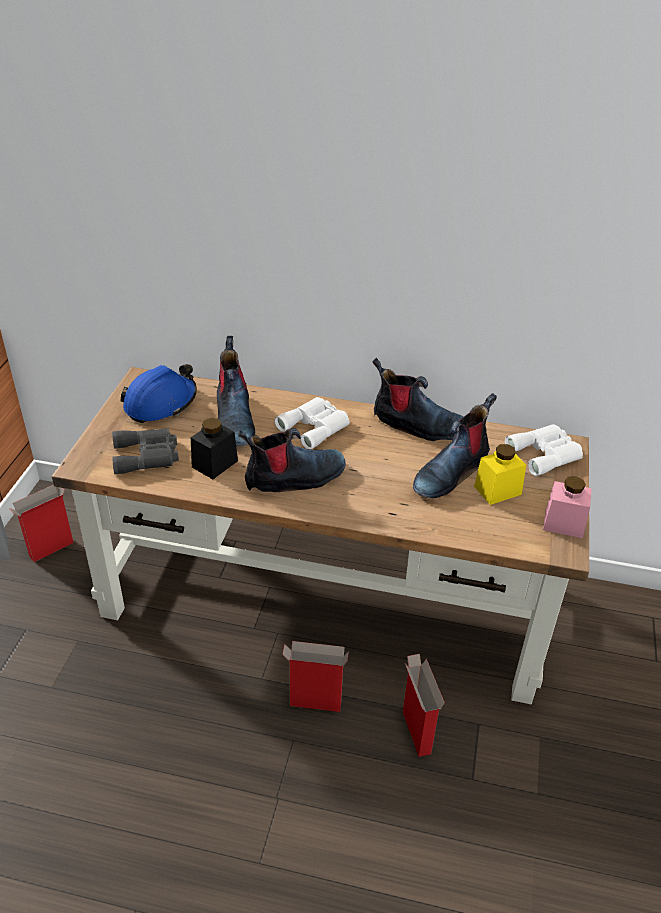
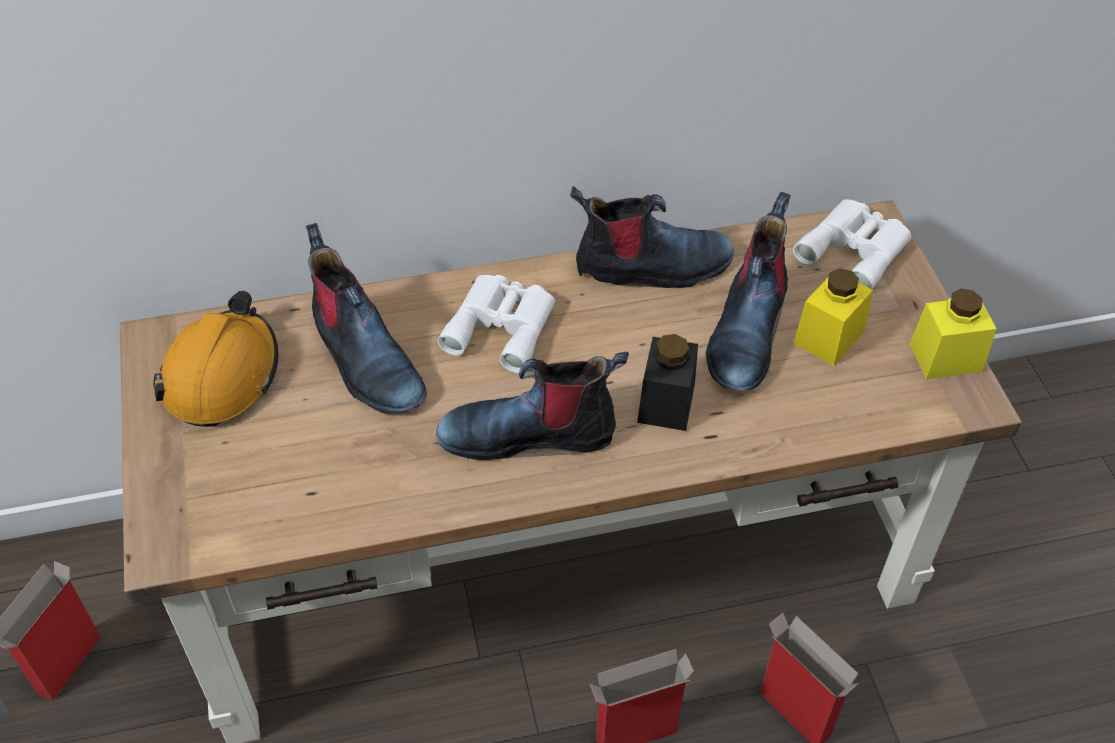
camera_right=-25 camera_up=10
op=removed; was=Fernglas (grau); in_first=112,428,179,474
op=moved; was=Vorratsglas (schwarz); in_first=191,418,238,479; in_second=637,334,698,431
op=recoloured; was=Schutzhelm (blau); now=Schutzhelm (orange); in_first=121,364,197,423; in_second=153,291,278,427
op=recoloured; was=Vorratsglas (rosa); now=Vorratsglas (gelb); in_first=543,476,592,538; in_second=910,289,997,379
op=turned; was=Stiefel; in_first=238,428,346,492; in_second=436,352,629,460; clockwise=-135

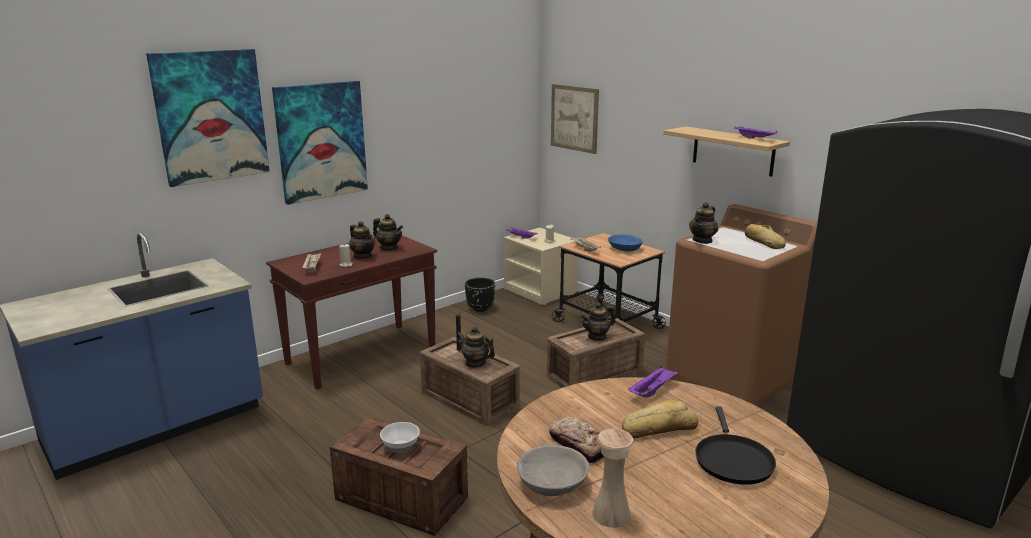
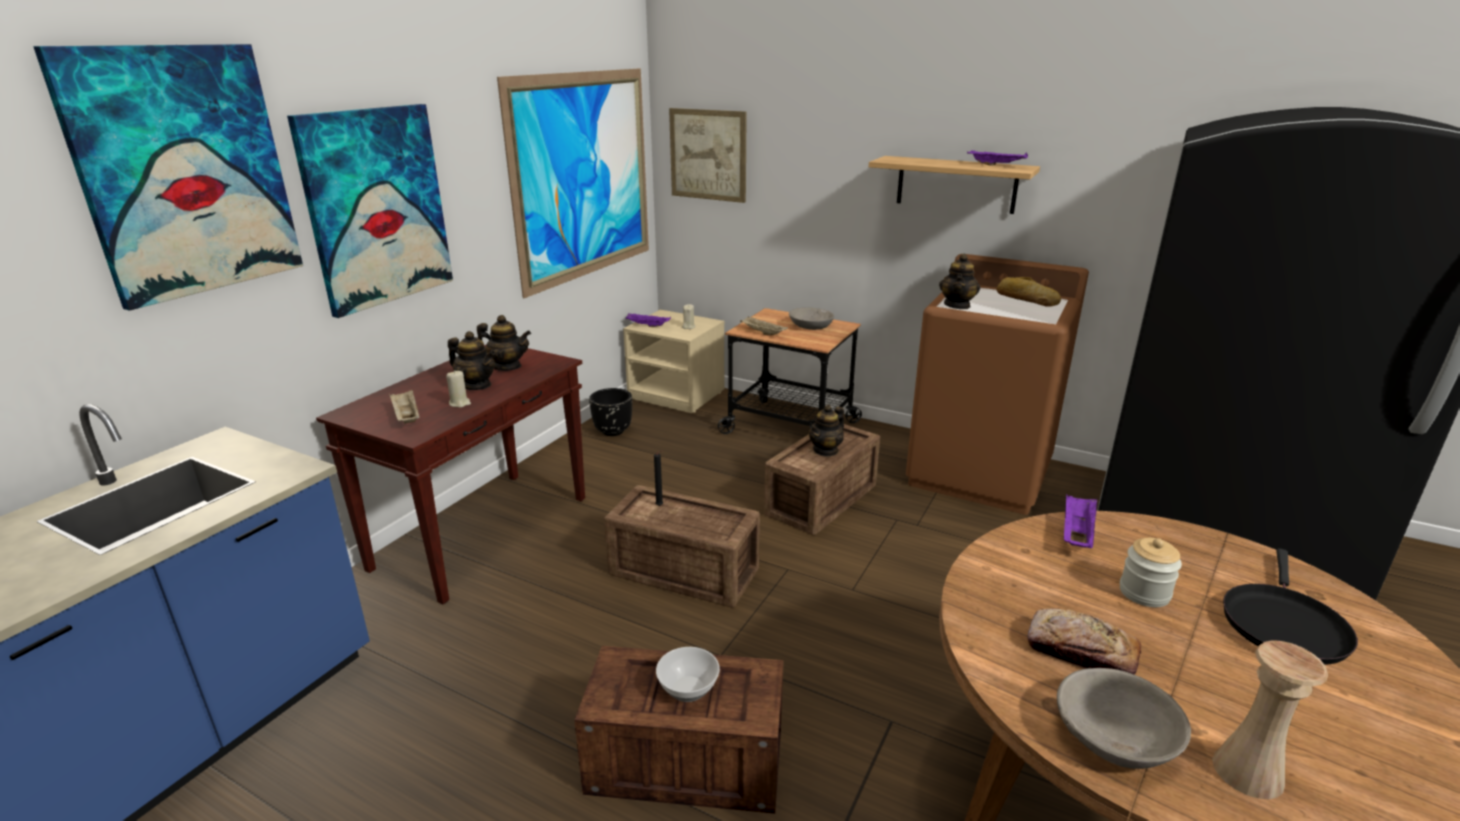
camera_right=-20 camera_up=5
op=removed; was=Teekanne; in_first=457,326,495,368
op=added; now=Bild; in_second=497,68,649,298
op=replaced; was=Brot; now=Vorratsglas; in_first=622,400,698,438; in_second=1120,538,1182,607
op=recoloured; was=Schüssel (blau); now=Schüssel (grau); in_first=608,234,643,252; in_second=789,307,834,330
op=turned; was=Pfanne (schwarz); in_first=695,406,776,485; in_second=1223,548,1358,665; clockwise=45

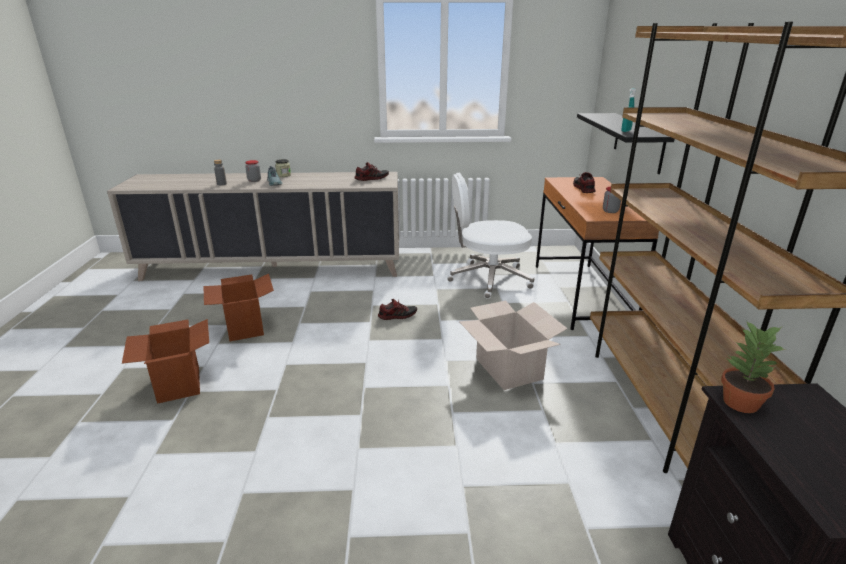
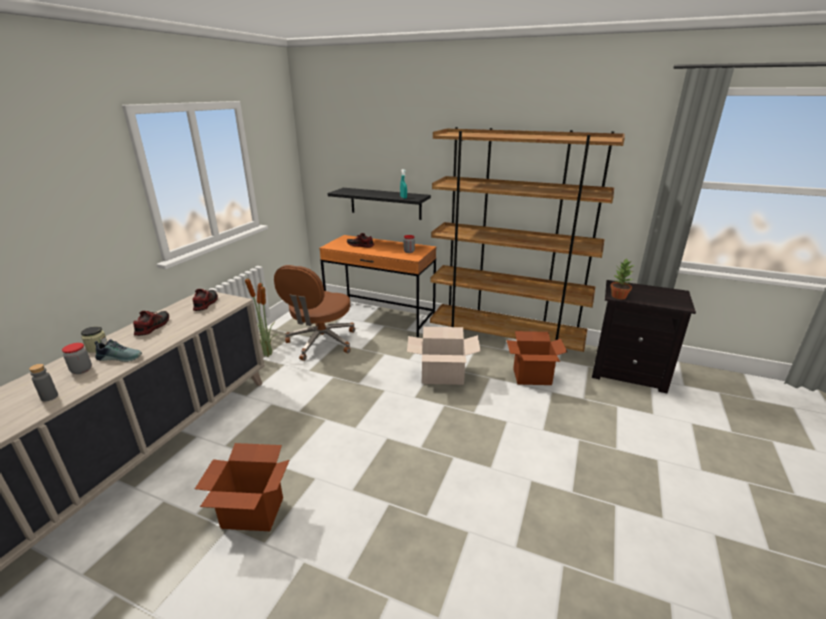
camera_right=-65 camera_up=0
op=added; now=Topfpflanze; in_second=245,275,278,357
op=moved; was=Karton; in_first=122,319,209,404; in_second=506,331,567,385
op=moved; was=Schuh; in_first=378,299,417,320; in_second=133,311,169,336
op=recoloured; was=Bürostuhl (weiß); now=Bürostuhl (braun); in_first=447,173,534,299; in_second=274,265,355,361

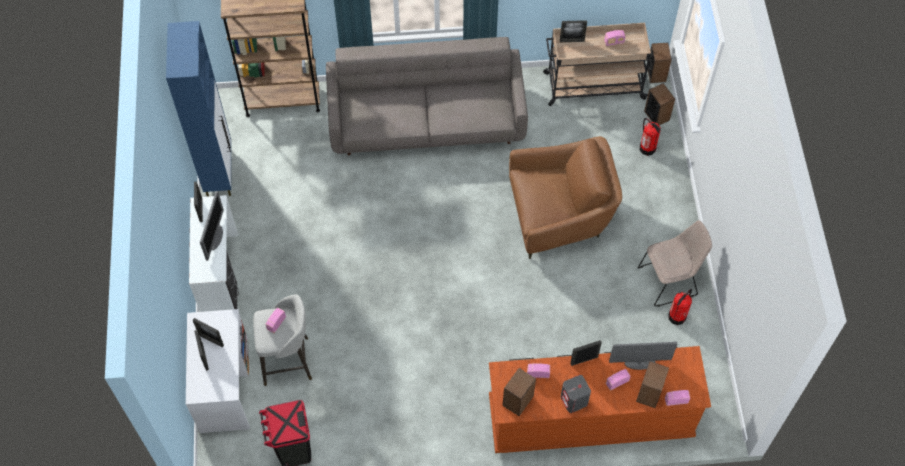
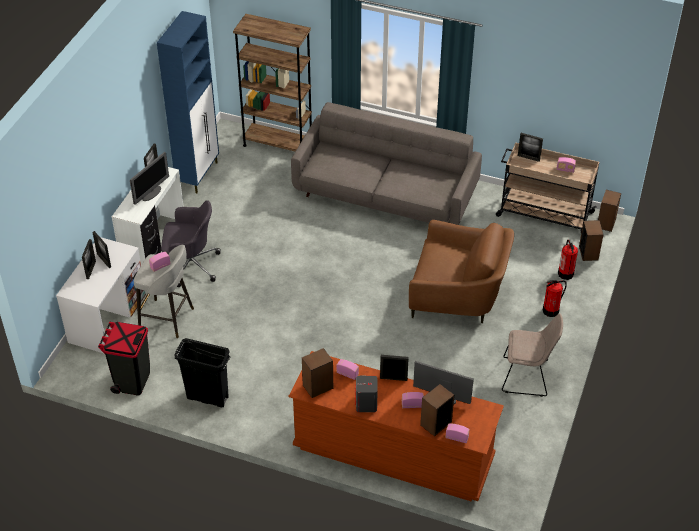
camera_right=25 camera_up=-15
op=added; now=Bürostuhl (grau); in_second=161,200,221,287
op=added; now=Mülleimer (schwarz); in_second=174,338,230,408
op=moved; was=Feuerlöscher; in_first=669,289,692,325; in_second=543,280,567,317

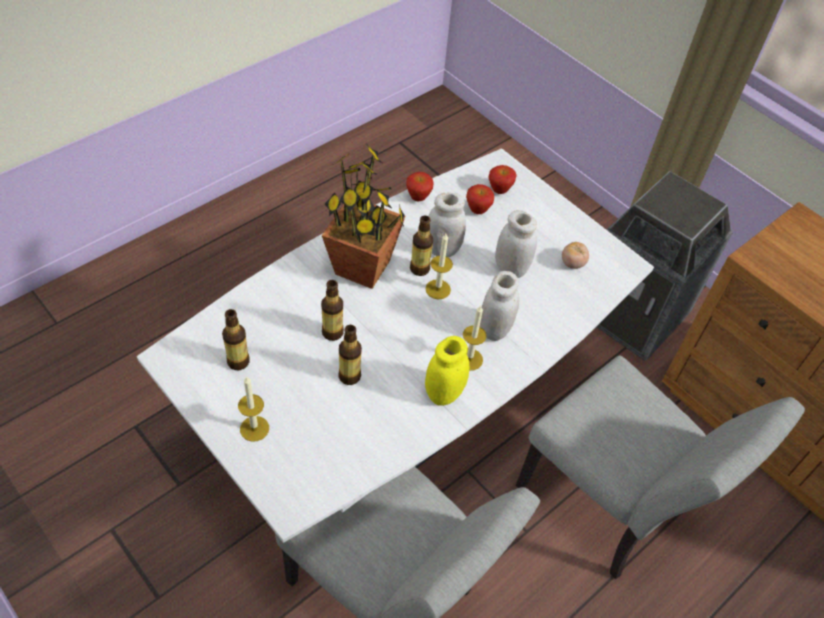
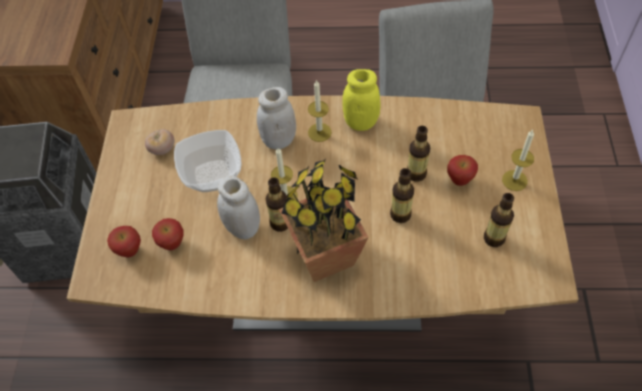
camera_right=-130 camera_up=5
op=moved; was=Apfel; in_first=406,172,433,201; in_second=447,155,478,186
op=replaced; was=Vorratsglas (weiß); now=Schüssel; in_first=495,210,537,278; in_second=174,130,242,192
op=recoloured; was=Esstisch (weiß); now=Esstisch (braun); in_first=137,148,654,543; in_second=67,95,579,331

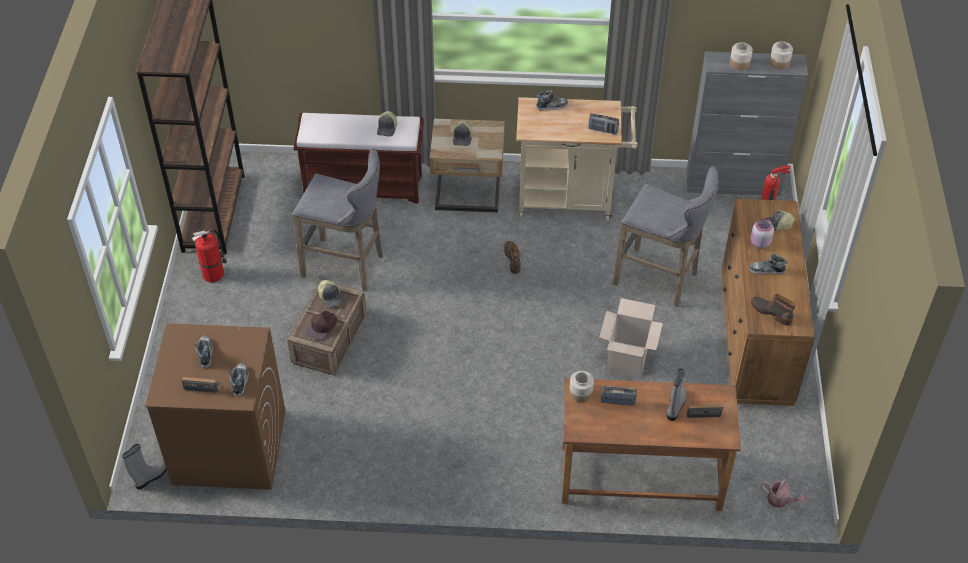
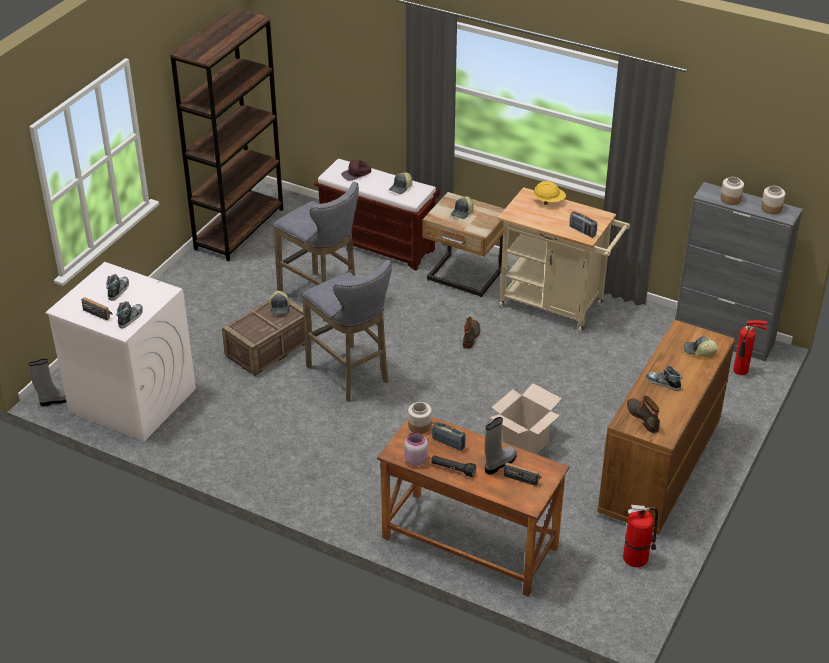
camera_right=25 camera_up=-10
op=removed; was=Gießkanne; in_first=761,479,807,508
op=added; now=Taschenlampe (schwarz); in_second=431,455,476,477
op=moved; was=Feuerlöscher; in_first=192,229,227,282; in_second=623,505,658,567
op=moved; was=Kappe (braun); in_first=306,311,337,340; in_second=341,160,371,181
op=moved; was=Hocker (grau); in_first=613,166,719,307; in_second=302,260,392,402
op=moved; was=Vorratsglas (rosa); in_first=751,219,774,249; in_second=404,432,428,466
op=replaced; was=Schuh; now=Schutzhelm (gelb); in_first=536,89,568,111; in_second=533,181,566,205
op=recoloured; was=Waschmaschine (braun); now=Waschmaschine (weiß); in_first=145,323,285,490; in_second=45,262,196,441

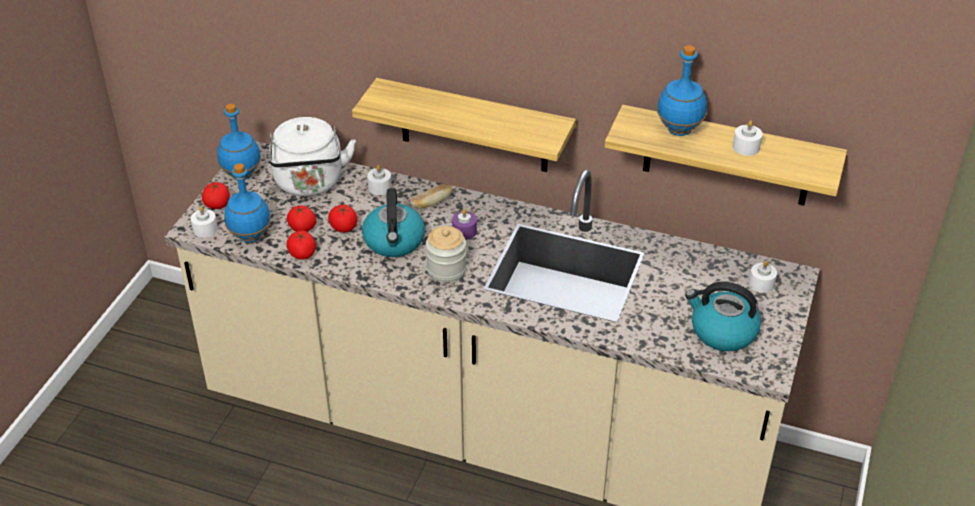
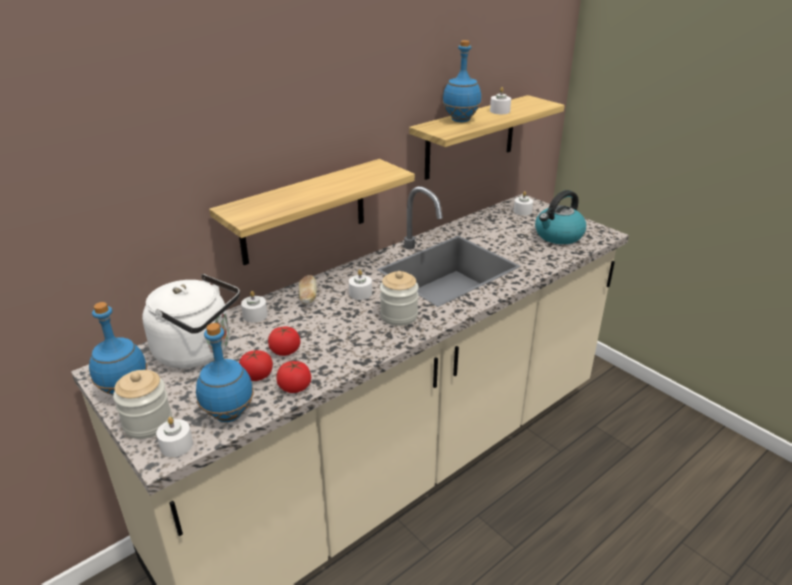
camera_right=-60 camera_up=-10
op=removed; was=Wasserkessel; in_first=362,188,425,257
op=replaced; was=Tomate; now=Vorratsglas; in_first=202,182,230,209; in_second=113,370,172,439
op=recoloured; was=Kerze (lila); now=Kerze (weiß); in_first=452,209,477,240; in_second=349,270,372,300

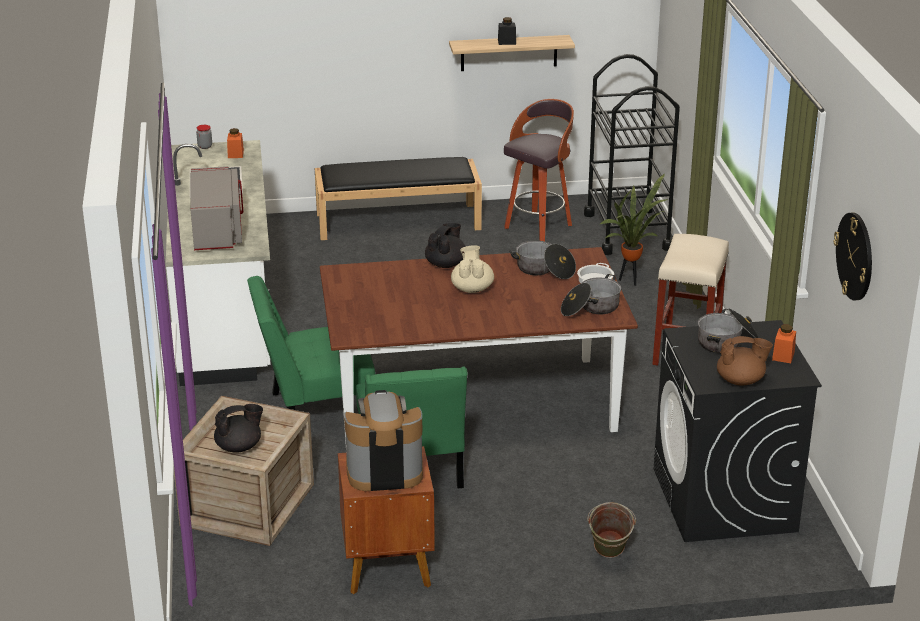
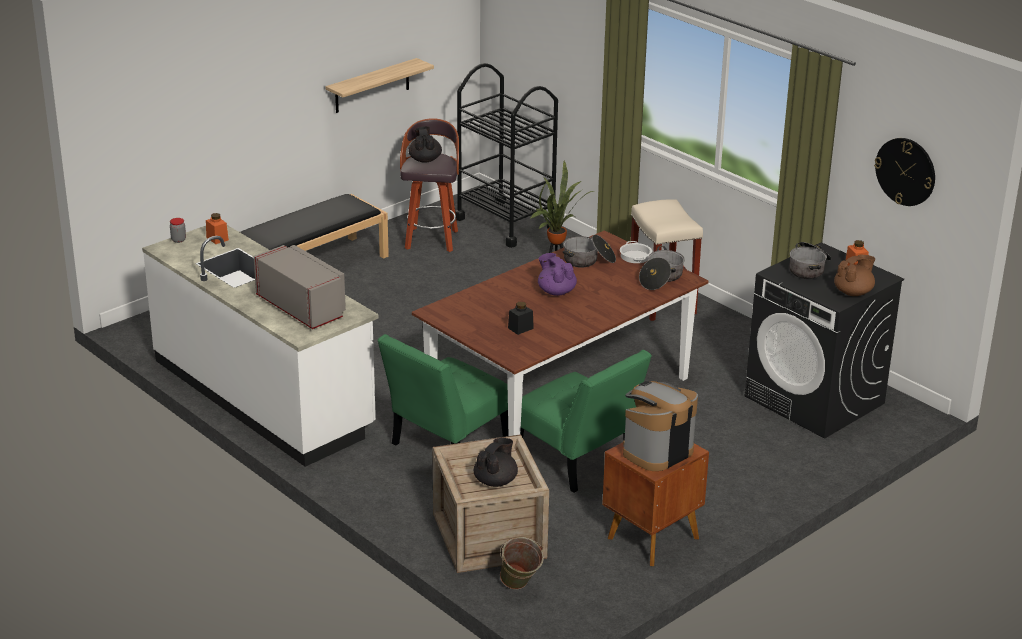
camera_right=-35 camera_up=0
op=moved; was=Teekanne (schwarz); in_first=425,223,466,268; in_second=408,126,442,163
op=moved; was=Vorratsglas (schwarz); in_first=498,17,516,45; in_second=508,301,534,335
op=moved; was=Eimer (grün); in_first=587,502,636,558; in_second=500,537,544,590
op=recoloured; was=Teekanne (beige); now=Teekanne (lila); in_first=451,245,494,293; in_second=538,253,577,296

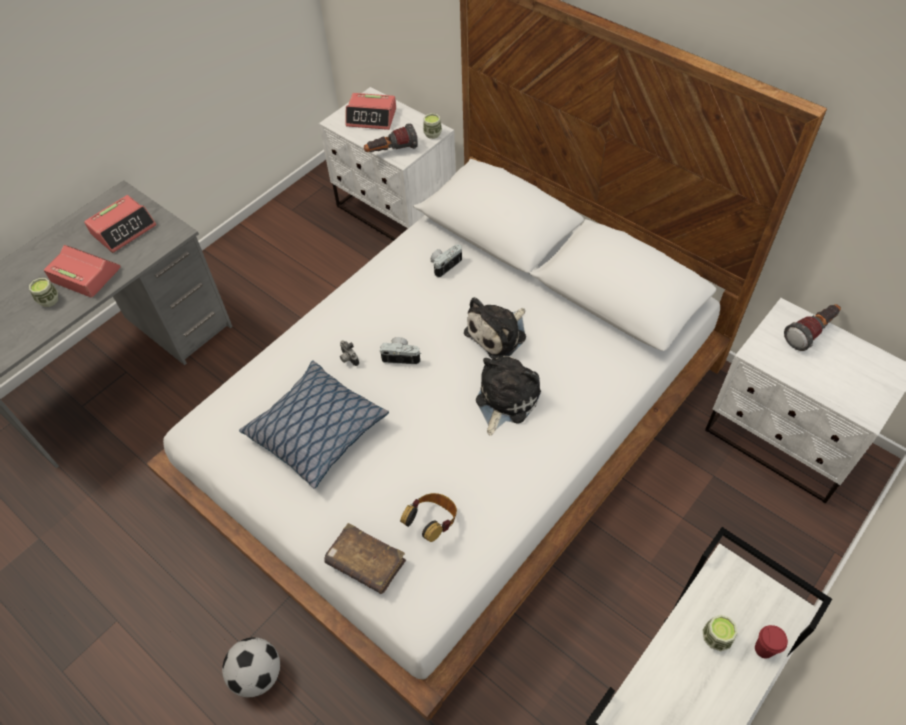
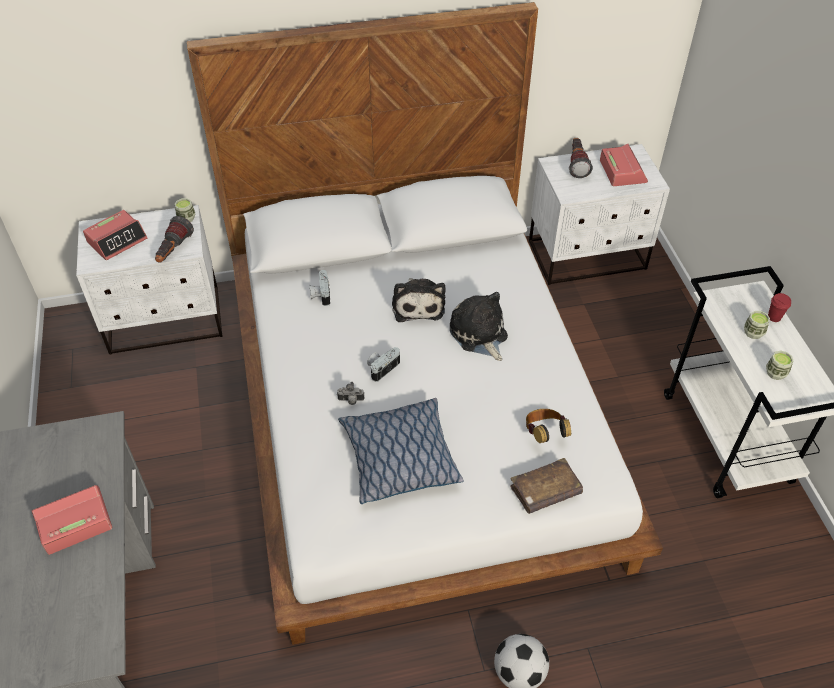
camera_right=-55 camera_up=-5
op=moved; was=Tasse; in_first=29,278,58,307; in_second=766,351,793,380
op=moved; was=Wecker; in_first=84,195,156,253; in_second=600,143,648,186

